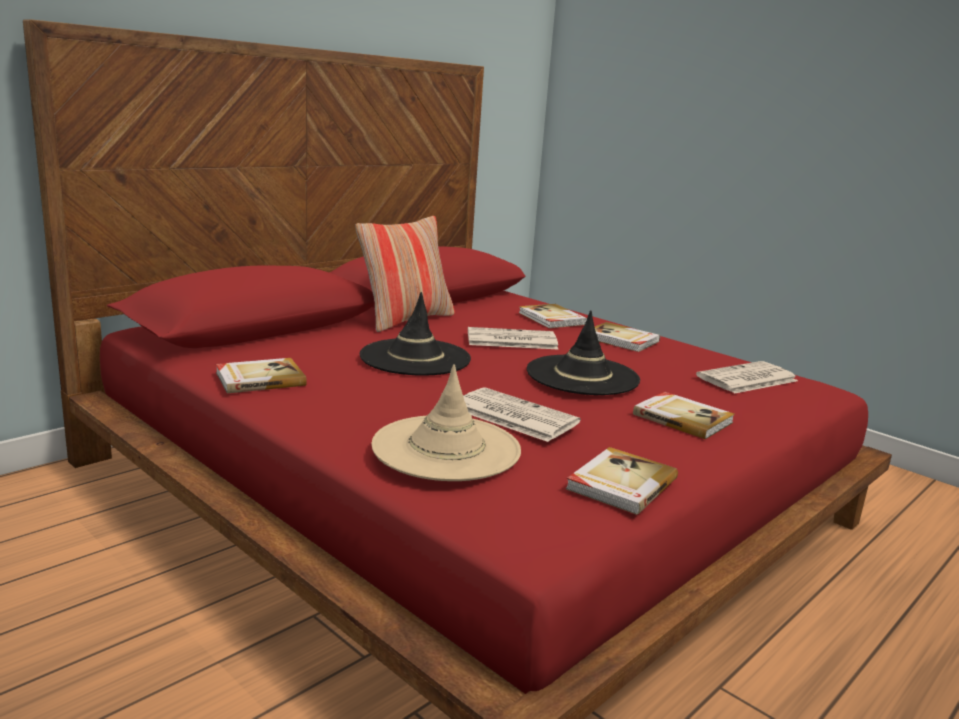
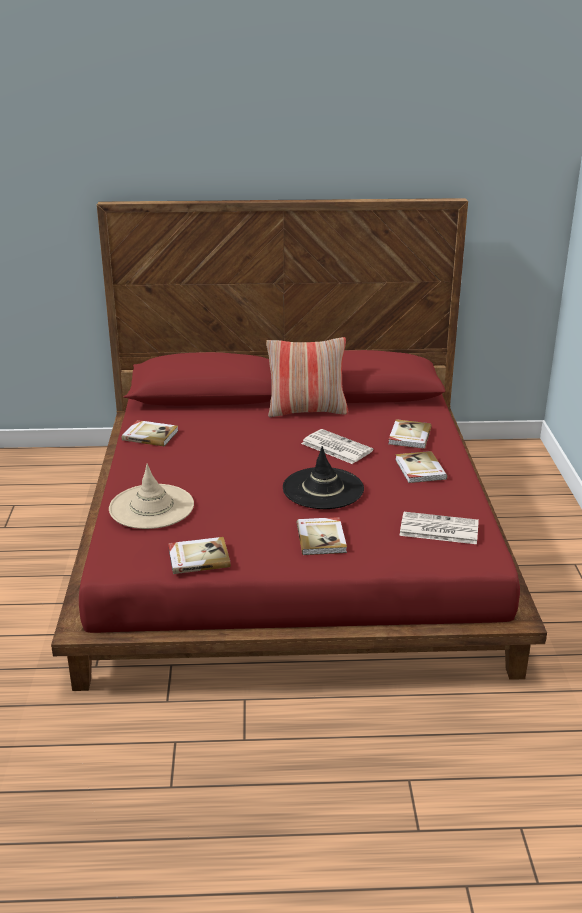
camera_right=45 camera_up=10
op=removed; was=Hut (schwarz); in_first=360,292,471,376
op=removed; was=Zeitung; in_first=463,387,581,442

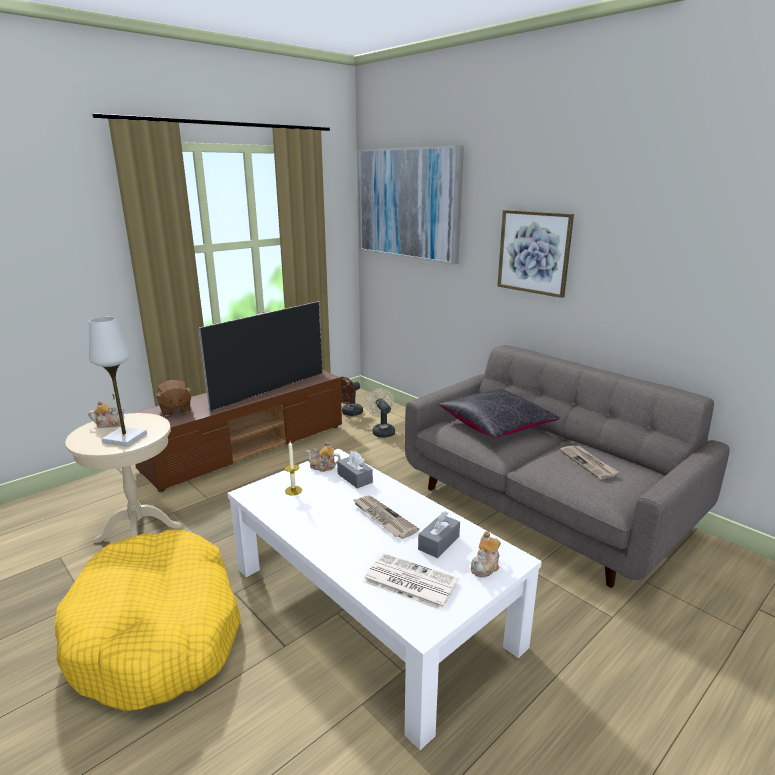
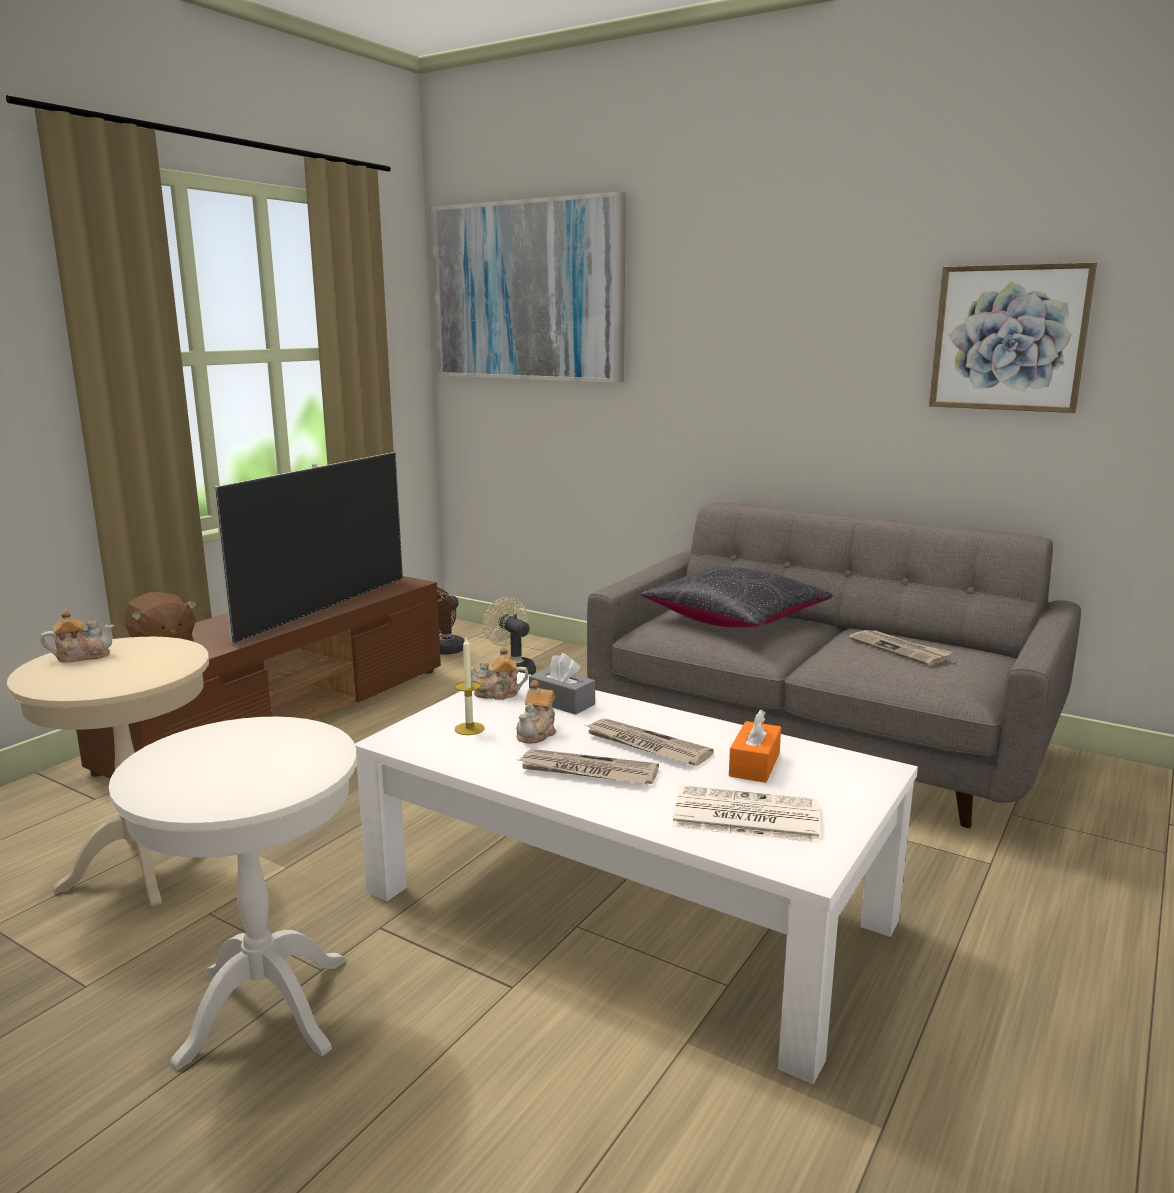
camera_right=-15 camera_up=-5
op=removed; was=Tischlampe (weiß); in_first=89,317,147,447
op=added; now=Zeitung; in_second=519,749,659,784
op=moved; was=Teekanne; in_first=471,531,501,577; in_second=516,680,556,744
op=moved; was=Bild; in_first=497,210,574,298; in_second=929,262,1097,413
op=replaced; was=Hundebett (gelb); now=Beistelltisch (weiß); in_first=55,530,241,711; in_second=109,717,357,1071
op=recoloured; was=Taschentuchbox (grau); now=Taschentuchbox (orange); in_first=418,511,460,558; in_second=729,709,781,783

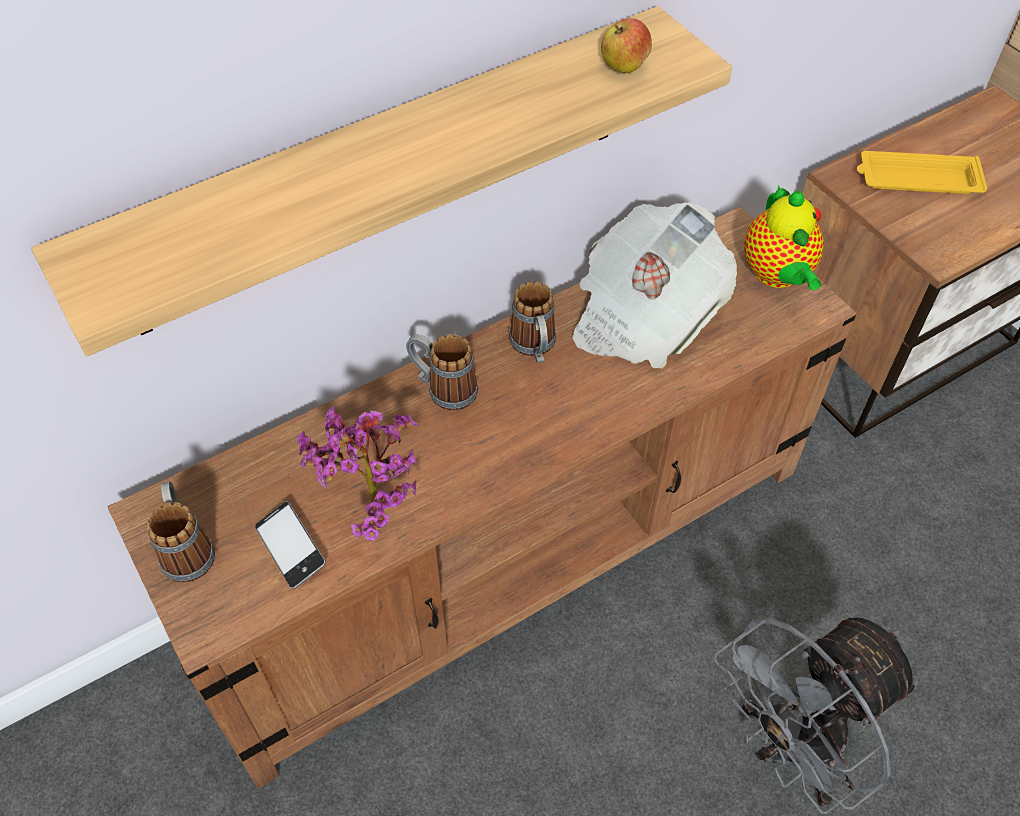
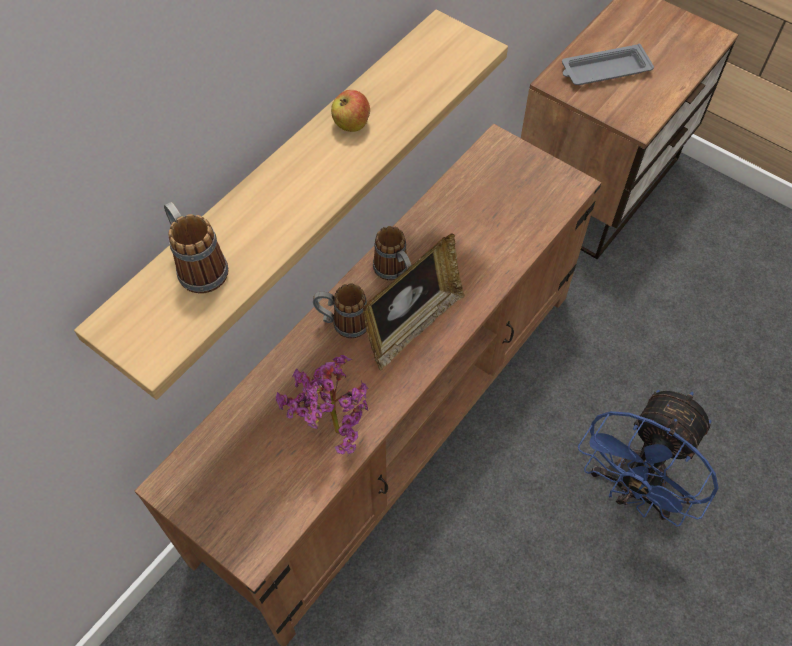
camera_right=-20 camera_up=5
op=removed; was=Handy; in_first=255,501,326,589
op=removed; was=Zeitung; in_first=573,203,737,369
op=removed; was=Teekanne; in_first=744,185,824,290
op=added; now=Bilderrahmen; in_second=363,233,465,371
op=moved; was=Henkelbecher; in_first=146,481,215,583; in_second=164,202,228,294
op=moved; was=Apfel; in_first=601,18,652,73; in_second=331,90,370,132
op=recoloured; was=Ventilator (grau); now=Ventilator (blau); in_first=714,616,919,814; in_second=578,390,719,527
op=recoloured; was=Tablett (gelb); now=Tablett (grau); in_first=857,151,988,194; in_second=562,44,654,85

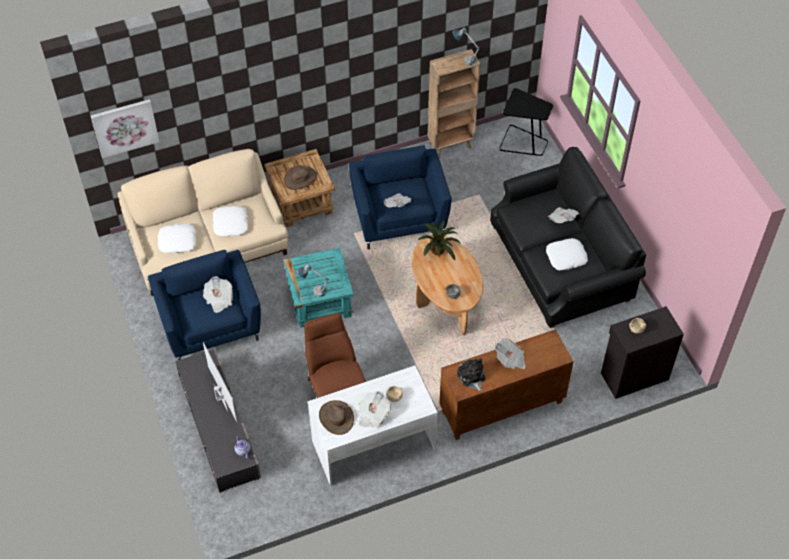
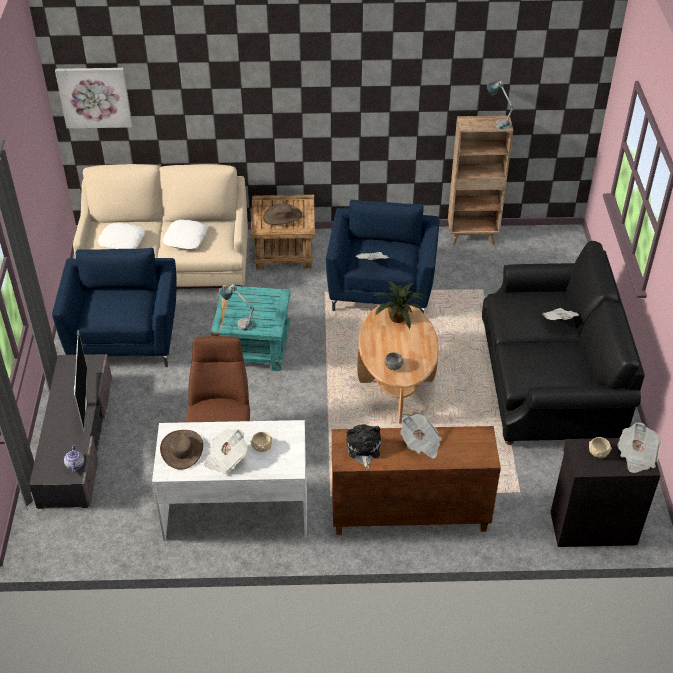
camera_right=20 camera_up=-10
op=removed; was=Beistelltisch (schwarz); in_first=500,88,553,156
op=removed; was=Kissen (weiß); in_first=546,238,588,271
op=moved; was=Zeitung; in_first=203,276,233,313; in_second=617,423,661,473

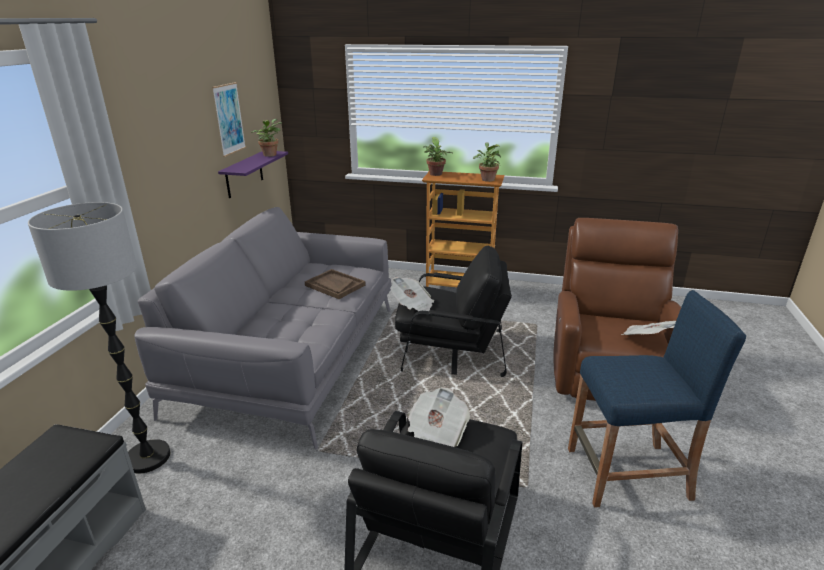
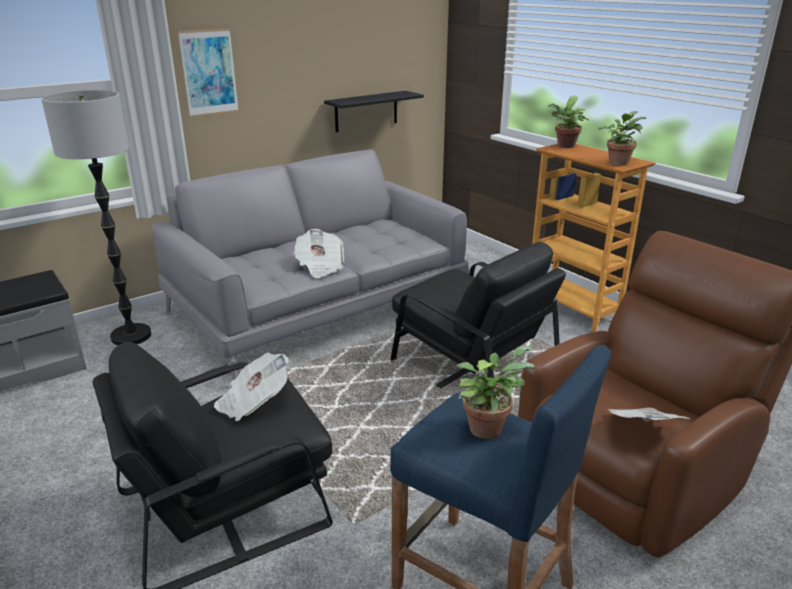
camera_right=40 camera_up=0
op=removed; was=Tablett (braun); in_first=305,269,366,299
op=moved; was=Bild; in_first=212,82,246,157; in_second=178,29,239,117
op=moved; was=Topfpflanze; in_first=251,119,282,157; in_second=456,346,535,439
op=moved; was=Zeitung; in_first=390,277,434,311; in_second=294,229,344,278
op=recoloured; was=Wandregal (lila); now=Wandregal (schwarz); in_first=218,151,288,198; in_second=324,91,424,132

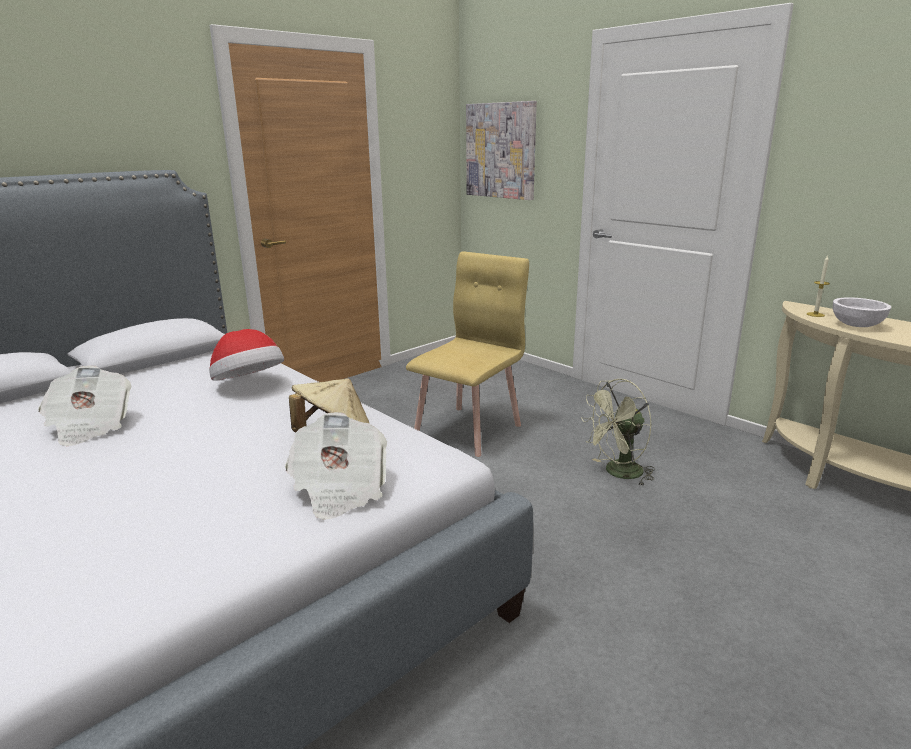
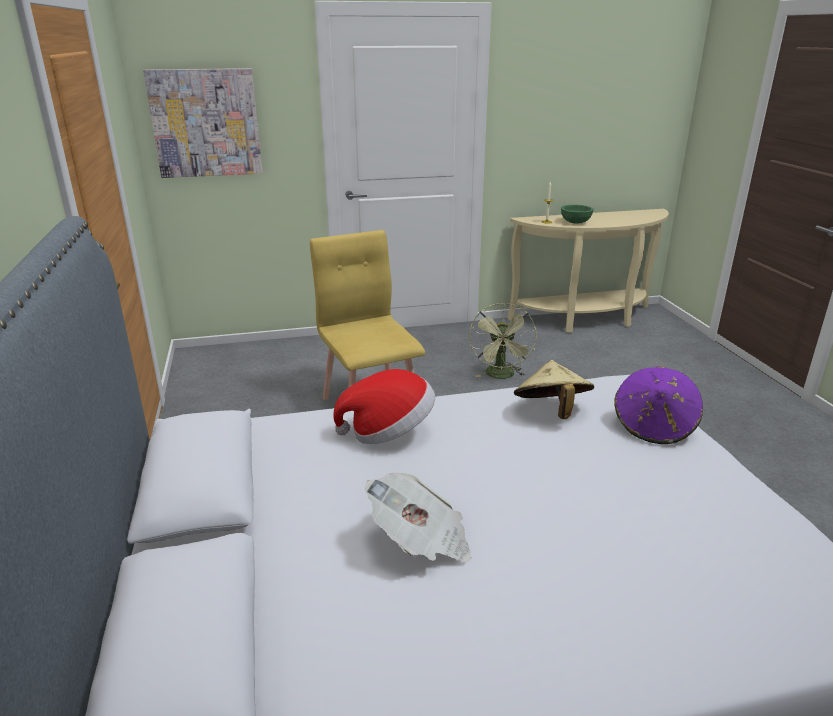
camera_right=-60 camera_up=5
op=replaced; was=Zeitung; now=Hut (lila); in_first=285,412,387,520; in_second=614,366,703,444
op=recoloured; was=Schüssel (weiß); now=Schüssel (grün); in_first=833,297,891,327; in_second=561,205,594,224

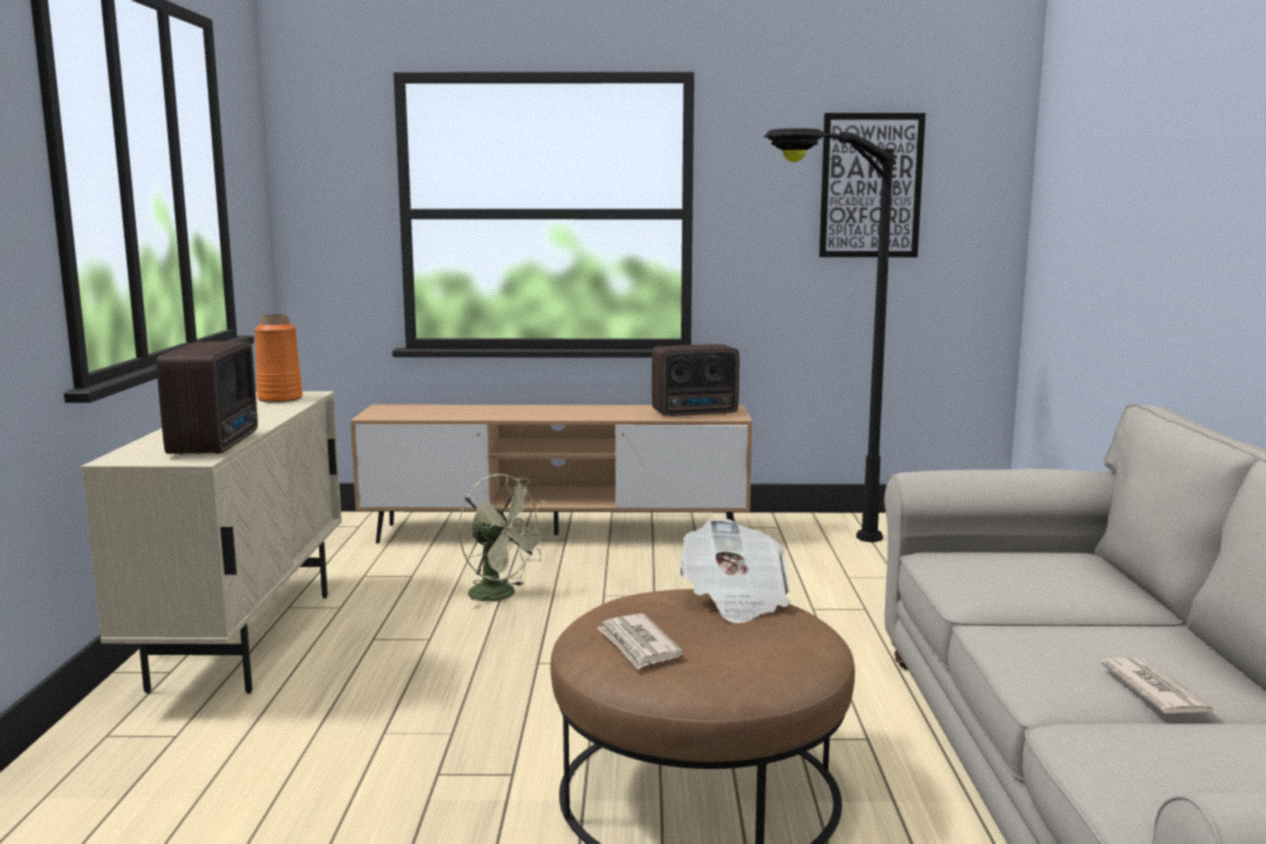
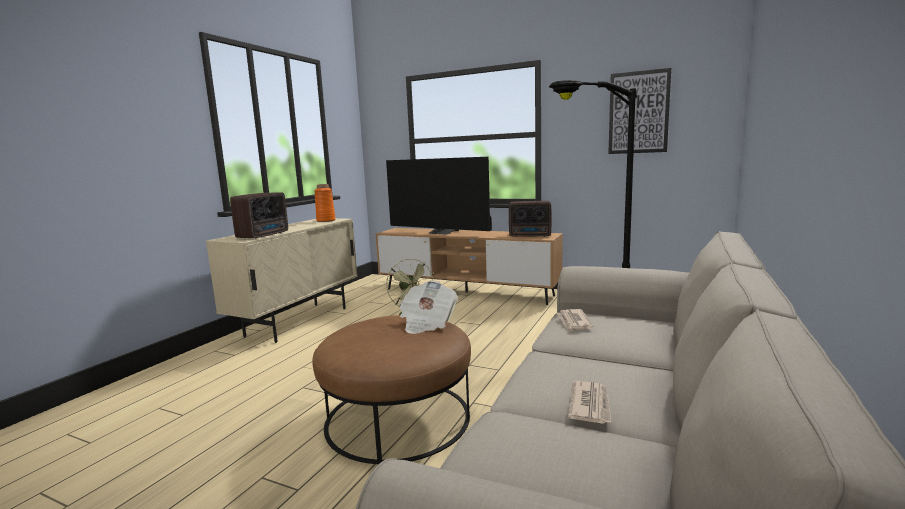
camera_right=25 camera_up=0
op=added; now=Fernseher; in_second=386,157,492,235
op=moved; was=Zeitung; in_first=597,614,683,670; in_second=557,309,593,332

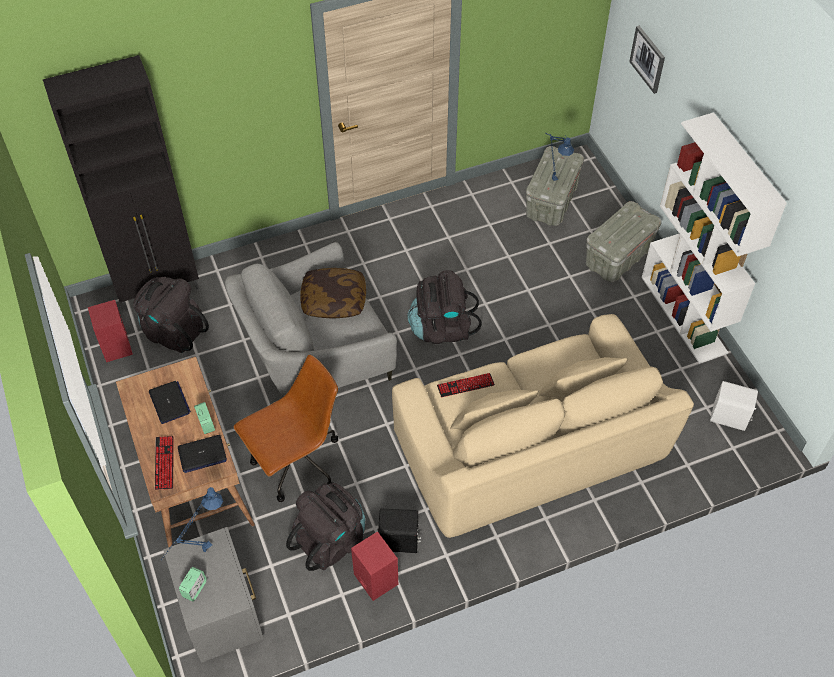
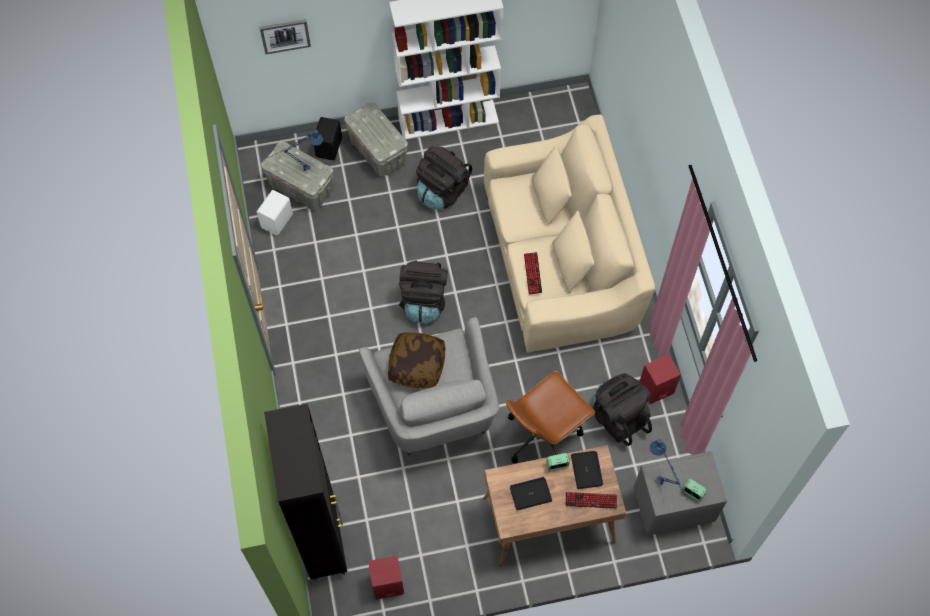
camera_right=-80 camera_up=10
op=moved; was=Rucksack (schwarz); in_first=133,277,209,353; in_second=416,146,472,210
op=moved; was=Lautsprecher (schwarz); in_first=378,509,421,553; in_second=314,117,342,161
op=moved; was=Lautsprecher (weiß); in_first=710,381,758,431; in_second=257,190,293,235
op=turned; was=Bürostuhl (braun); in_first=233,355,338,502; in_second=506,371,595,463; clockwise=-105

